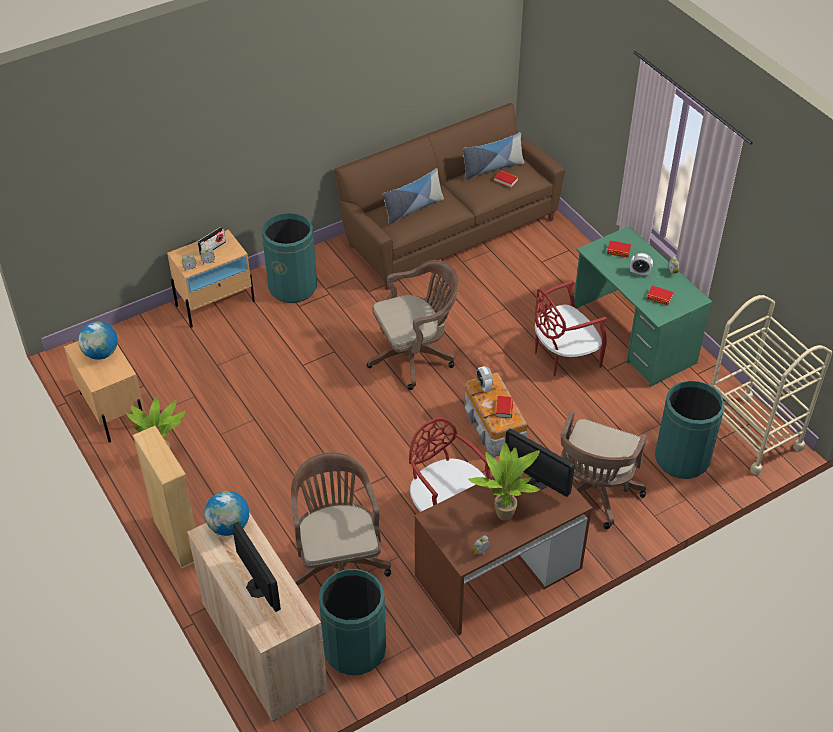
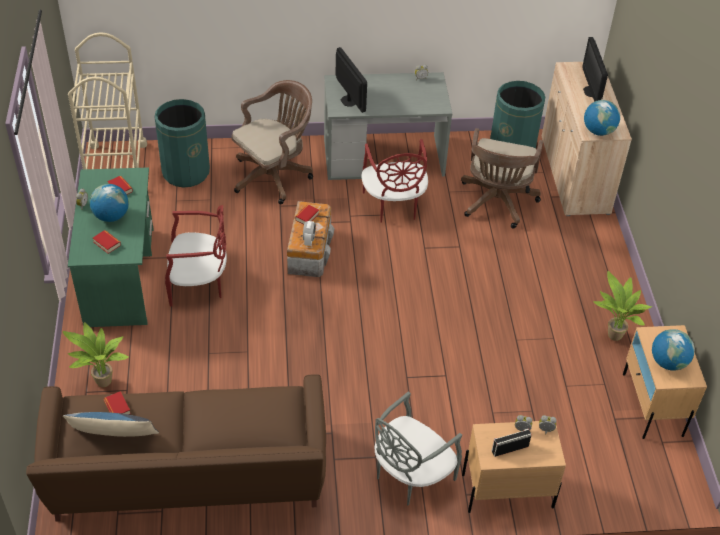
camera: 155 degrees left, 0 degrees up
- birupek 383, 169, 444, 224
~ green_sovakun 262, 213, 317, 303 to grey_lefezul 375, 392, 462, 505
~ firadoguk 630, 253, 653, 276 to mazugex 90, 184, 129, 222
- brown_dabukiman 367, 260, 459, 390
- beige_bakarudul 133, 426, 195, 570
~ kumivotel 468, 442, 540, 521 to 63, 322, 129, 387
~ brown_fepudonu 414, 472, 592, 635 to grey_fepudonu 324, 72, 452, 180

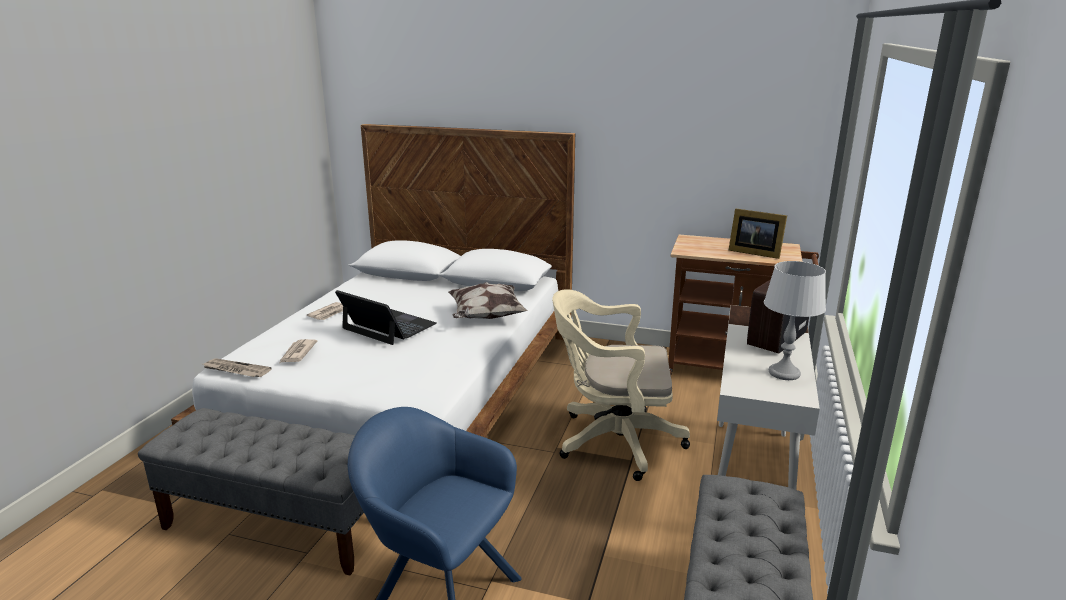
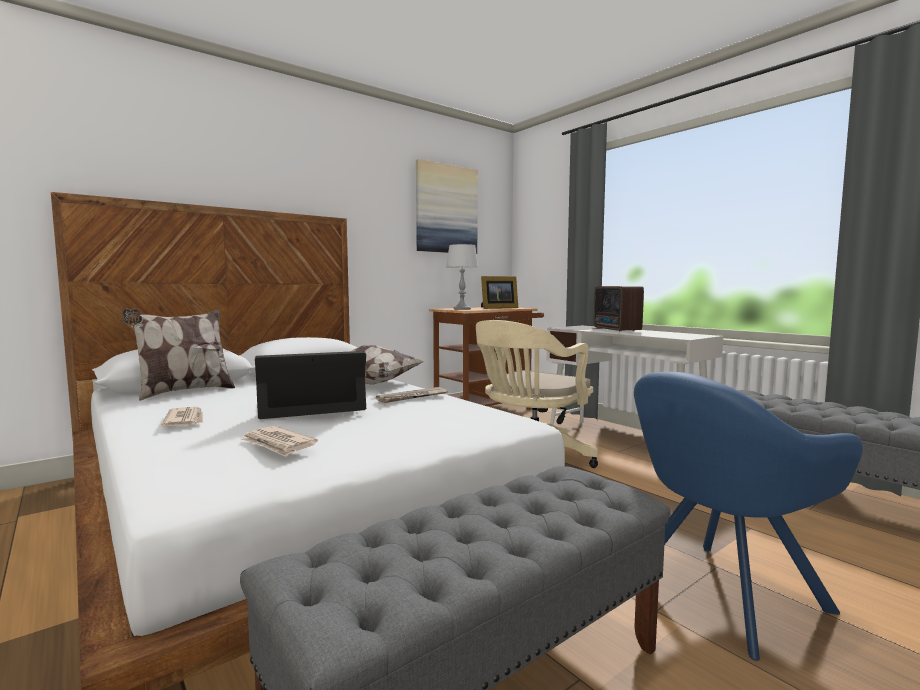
camera: 55 degrees left, 15 degrees down
~ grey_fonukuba 764, 261, 826, 380 to 446, 244, 478, 310
~ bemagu 203, 358, 272, 377 to 375, 387, 448, 403
+ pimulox 416, 159, 478, 254
+ birupek 122, 309, 235, 401

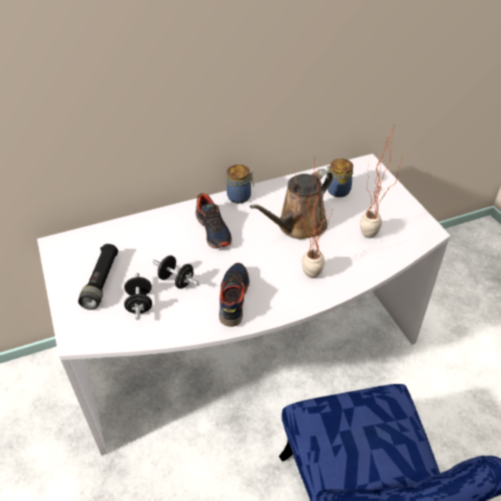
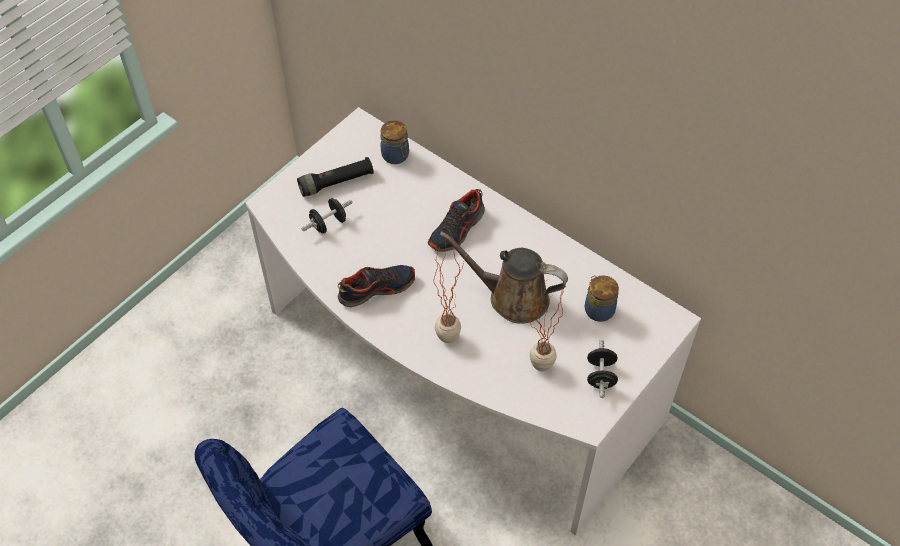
camera: 60 degrees right, 10 degrees up
~ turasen 227, 164, 254, 203 to 380, 120, 409, 164
~ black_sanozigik 152, 255, 199, 289 to 587, 340, 618, 398

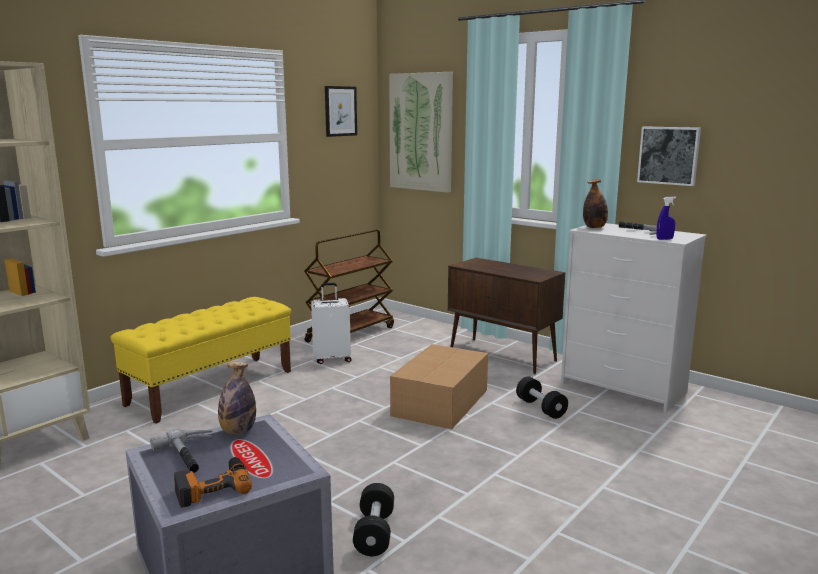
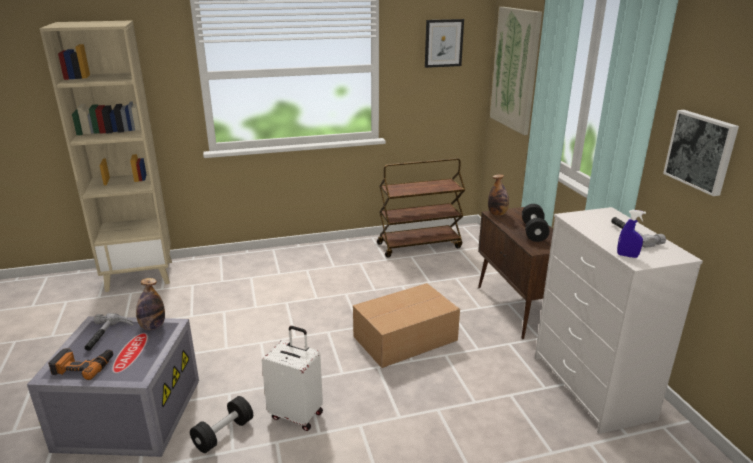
camera: 35 degrees right, 10 degrees up
~ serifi 583, 179, 608, 228 to 488, 174, 509, 216
~ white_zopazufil 311, 283, 352, 364 to 262, 326, 323, 431
- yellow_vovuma 111, 297, 291, 424
~ black_sanozigik 516, 376, 568, 419 to 522, 204, 550, 242

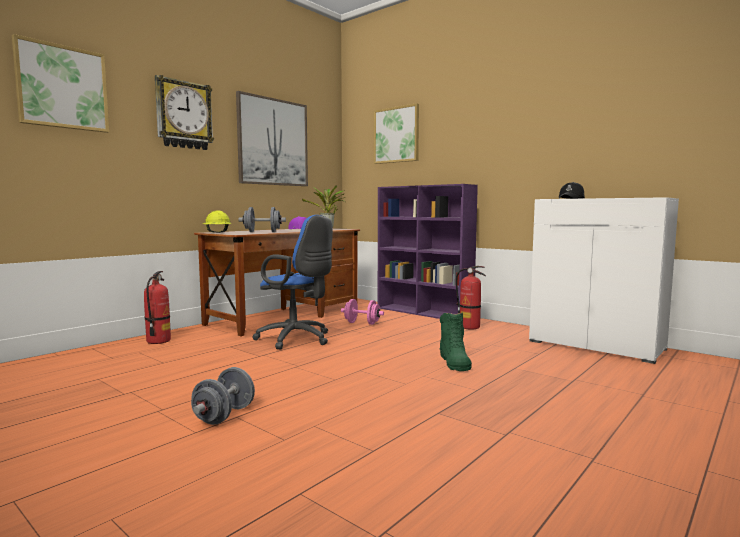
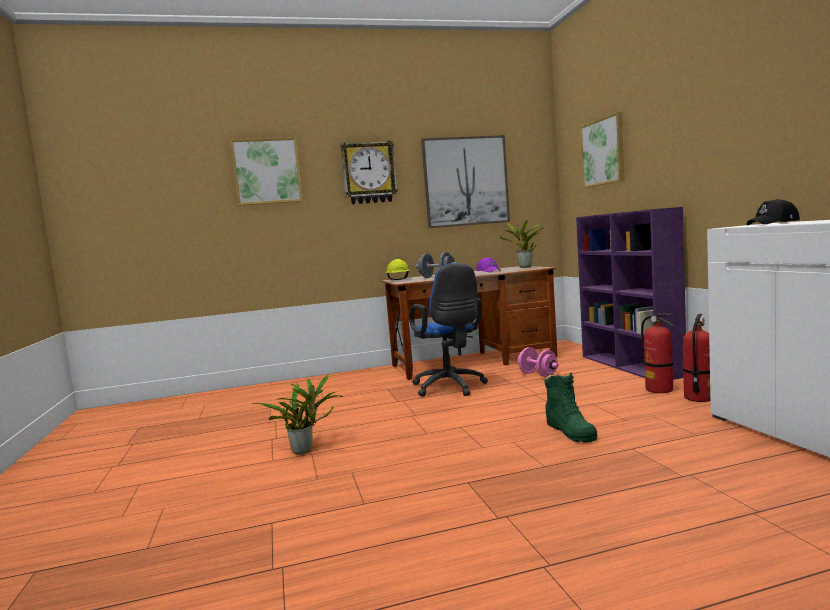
camera: 35 degrees right, 0 degrees up
~ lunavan 144, 271, 171, 344 to 683, 314, 710, 402
~ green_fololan 440, 313, 472, 371 = 544, 373, 598, 443 45 degrees counterclockwise
~ grey_sanozigik 191, 367, 255, 425 to kumivotel 253, 374, 343, 455

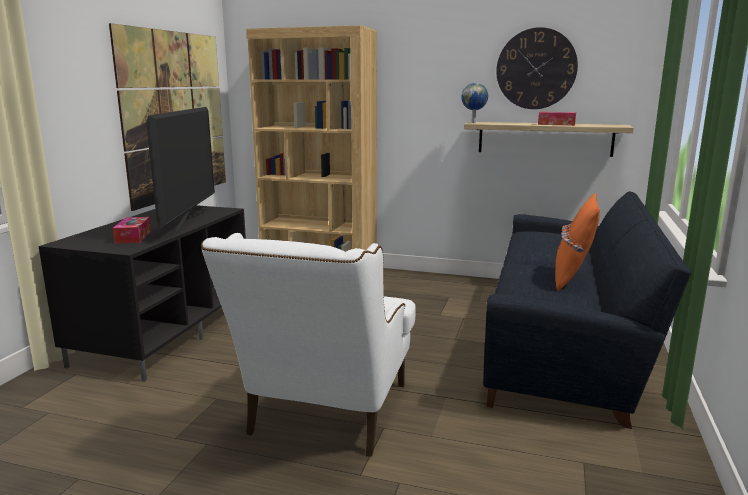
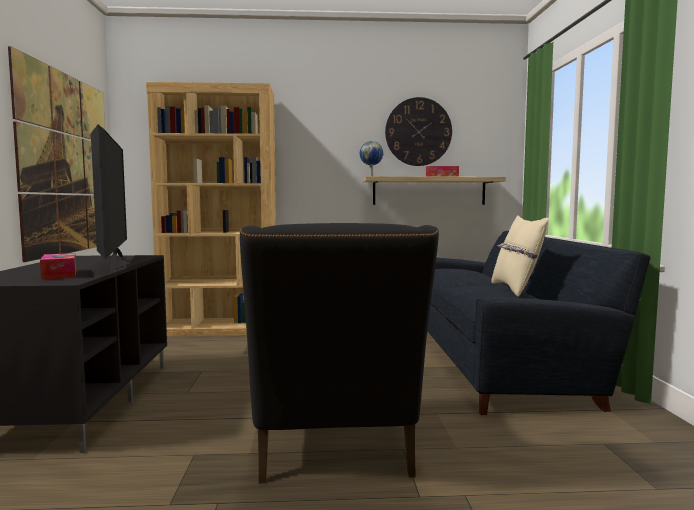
camera: 20 degrees left, 10 degrees down
~ orange_birupek 555, 193, 600, 291 to beige_birupek 491, 215, 549, 297
~ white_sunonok 201, 233, 415, 457 to black_sunonok 240, 223, 439, 483

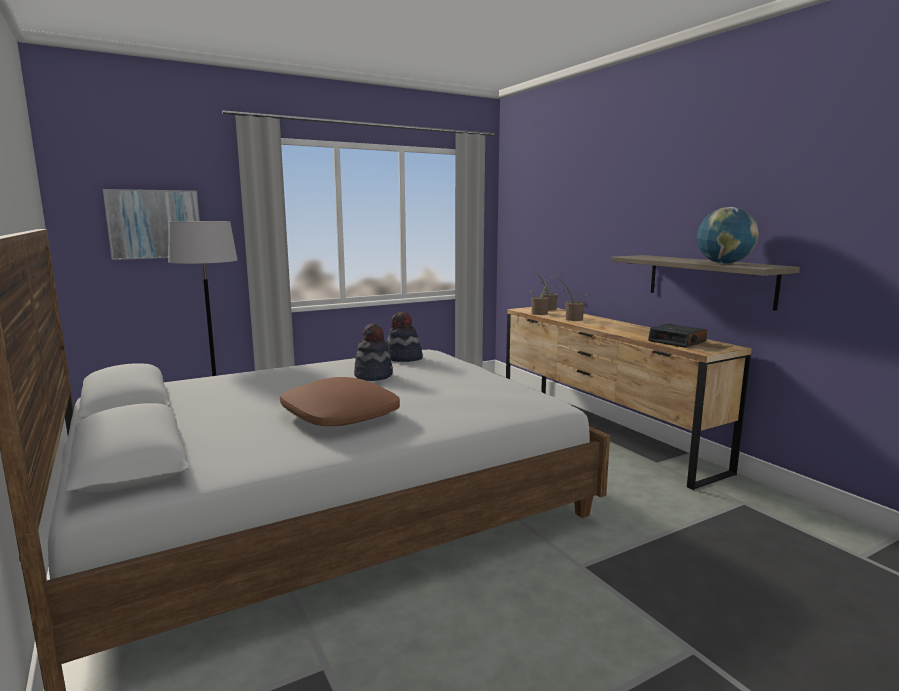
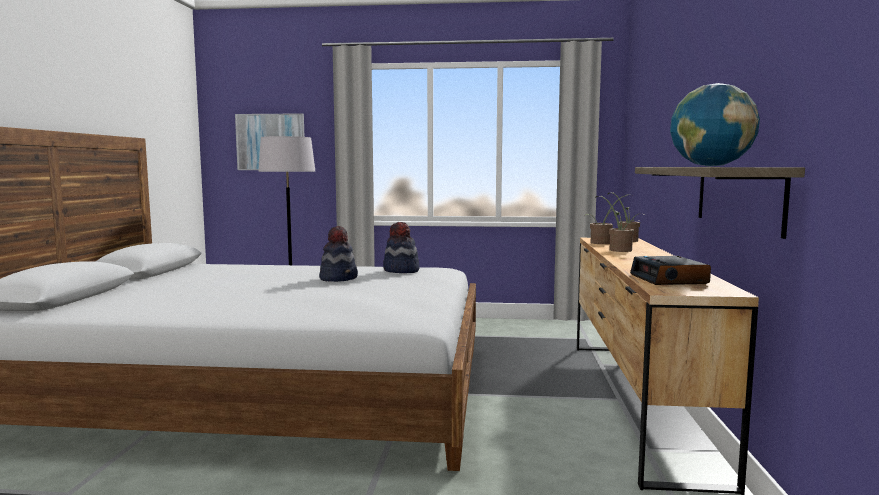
camera: 35 degrees right, 5 degrees down
- brown_birupek 280, 377, 400, 426

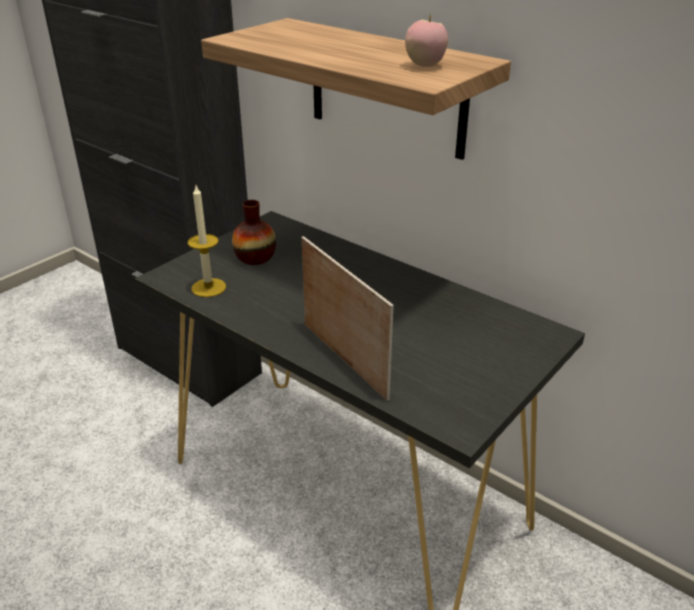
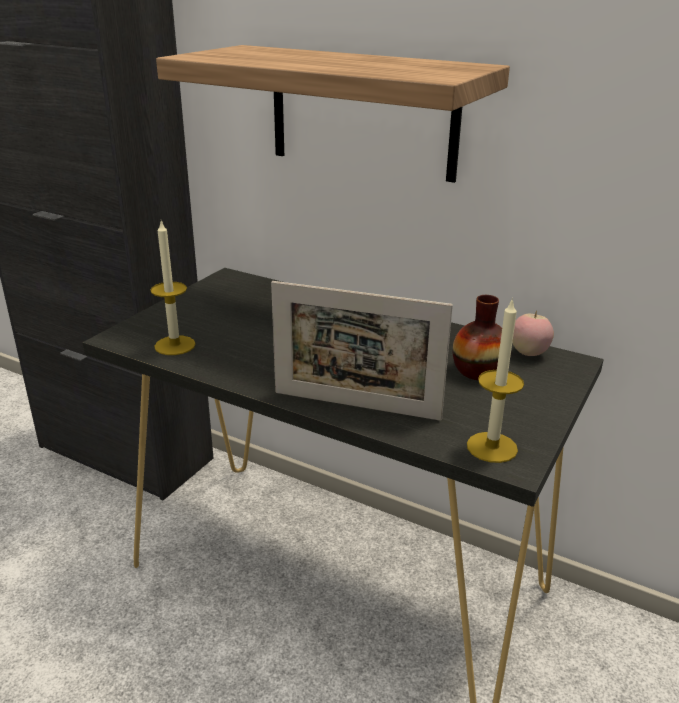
camera: 10 degrees left, 5 degrees down
~ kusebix 405, 15, 448, 67 to 512, 310, 554, 356
~ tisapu 232, 200, 276, 265 to 453, 295, 511, 381
~ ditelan 302, 236, 393, 401 = 271, 281, 453, 421 150 degrees clockwise
+ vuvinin 467, 298, 524, 463

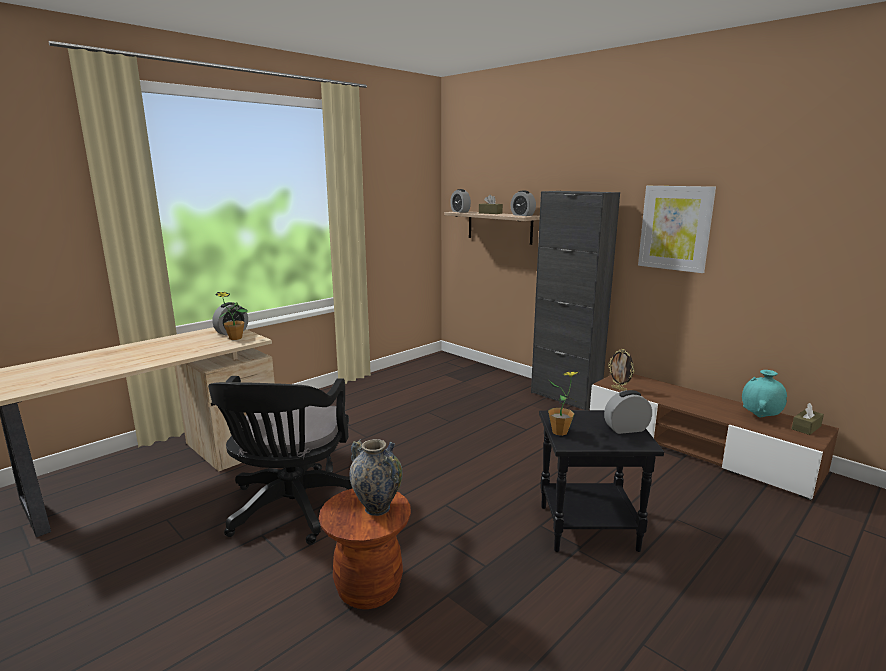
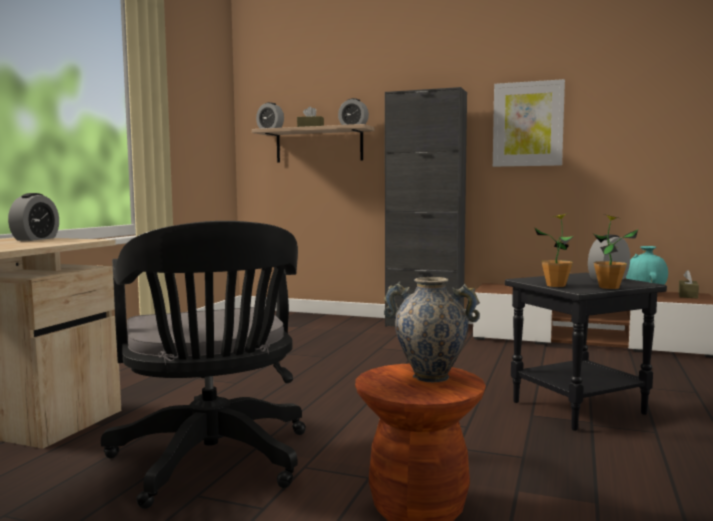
camera: 25 degrees left, 10 degrees down
~ kumivotel 215, 292, 248, 340 to 593, 214, 638, 289
- ditelan 608, 349, 635, 391

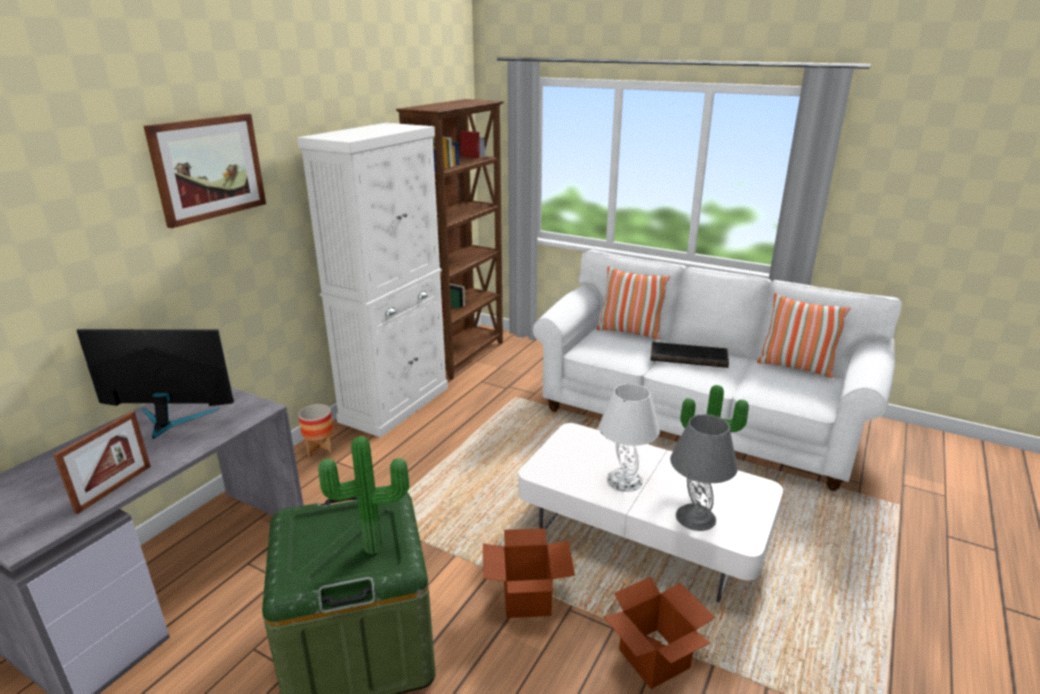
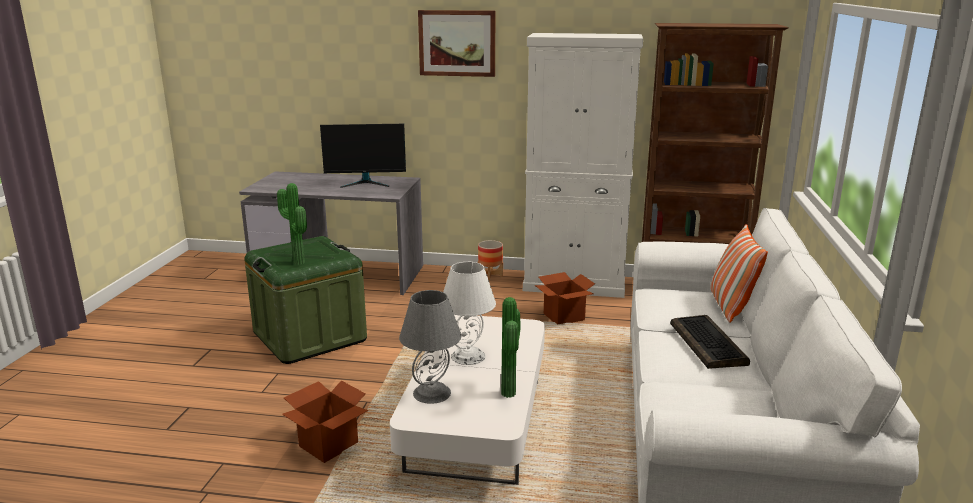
camera: 70 degrees right, 5 degrees down
- birupek 757, 293, 850, 378
~ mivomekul 76, 329, 234, 439 = 320, 124, 406, 188 105 degrees clockwise
- ditelan 53, 411, 151, 514
~ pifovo 483, 528, 575, 618 to 535, 272, 595, 325

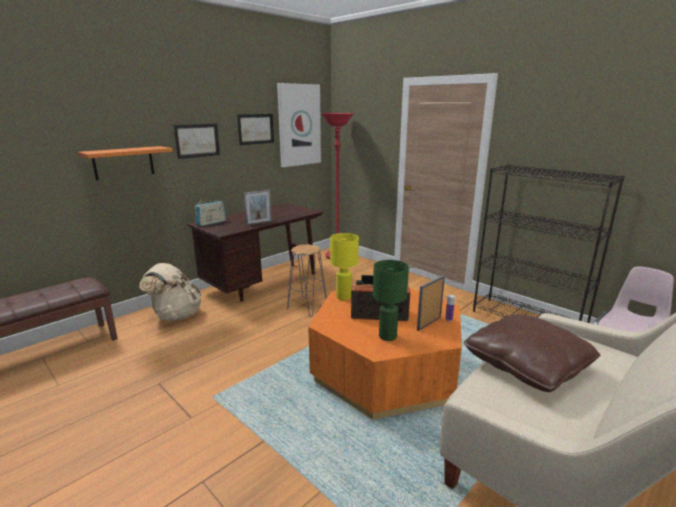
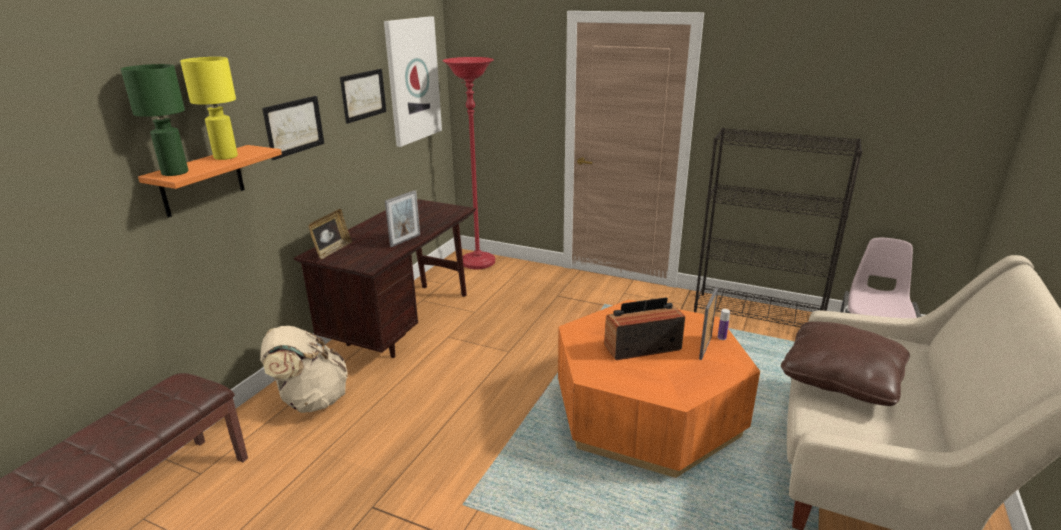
camera: 20 degrees left, 5 degrees up
~ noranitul 195, 200, 226, 226 to ditelan 308, 209, 352, 259
~ yellow_fonukuba 330, 233, 359, 300 to 180, 57, 238, 160
- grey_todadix 287, 244, 327, 317
~ green_fonukuba 373, 260, 409, 341 to 121, 64, 188, 176

